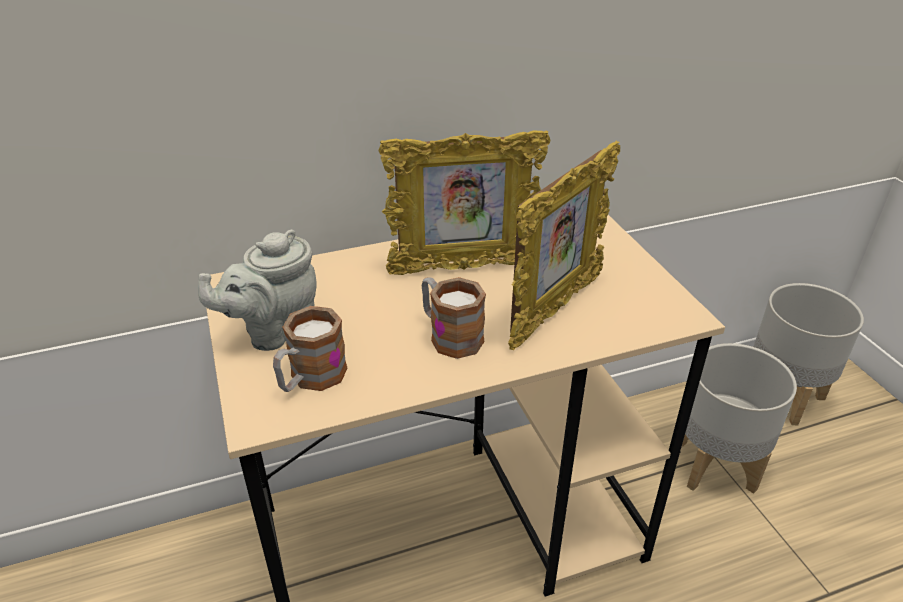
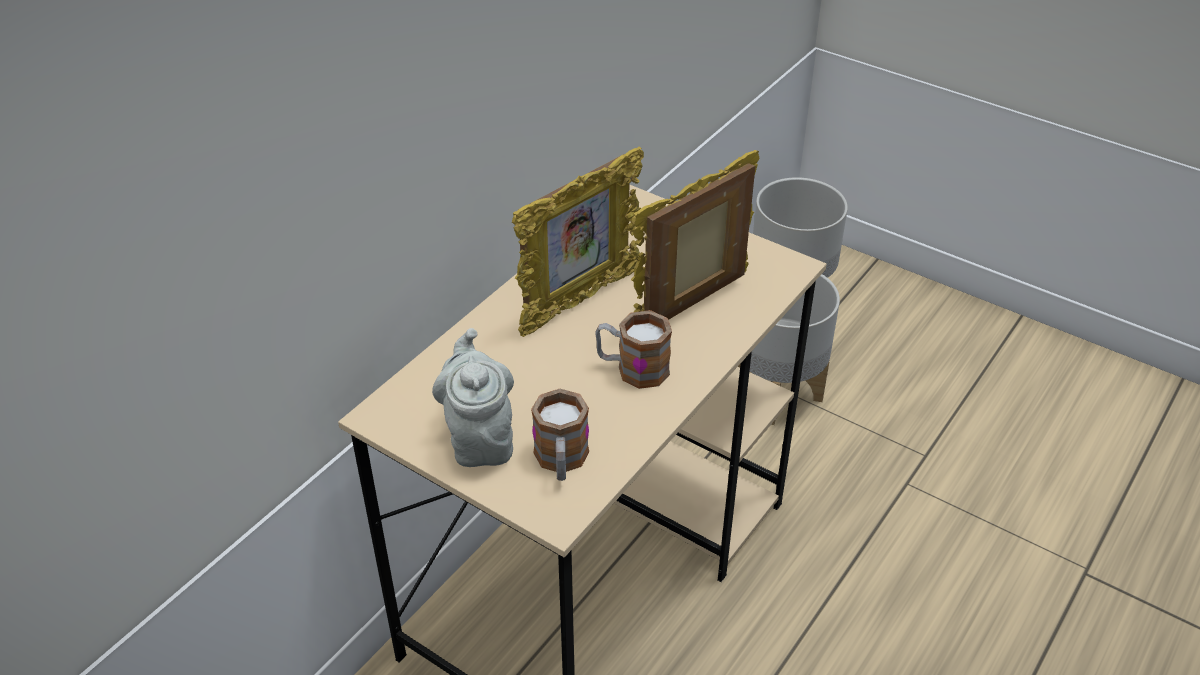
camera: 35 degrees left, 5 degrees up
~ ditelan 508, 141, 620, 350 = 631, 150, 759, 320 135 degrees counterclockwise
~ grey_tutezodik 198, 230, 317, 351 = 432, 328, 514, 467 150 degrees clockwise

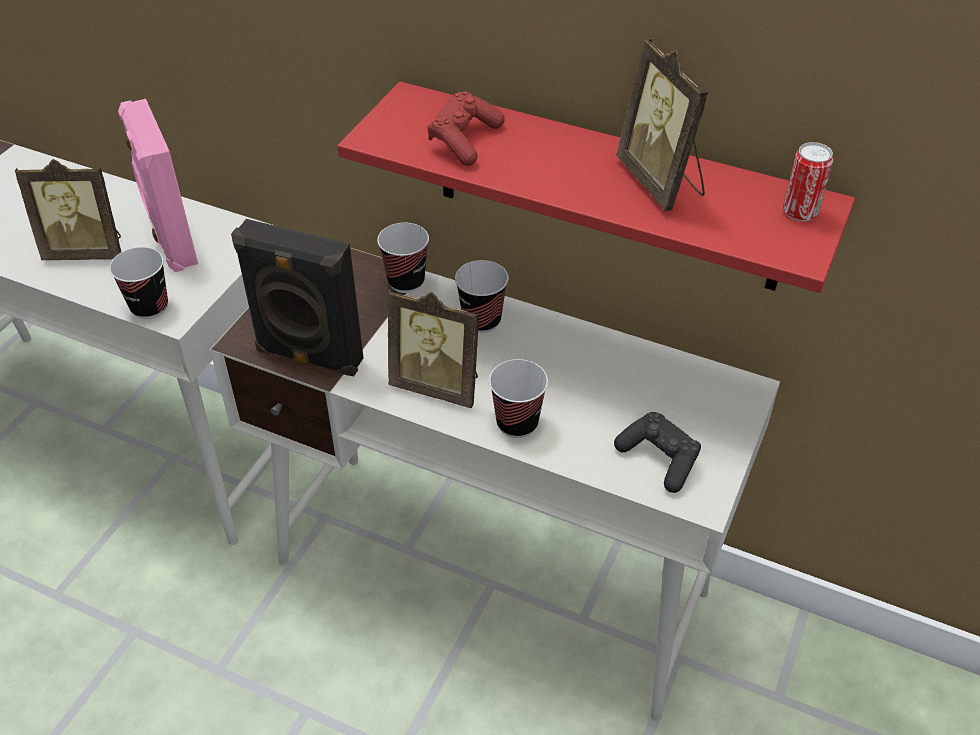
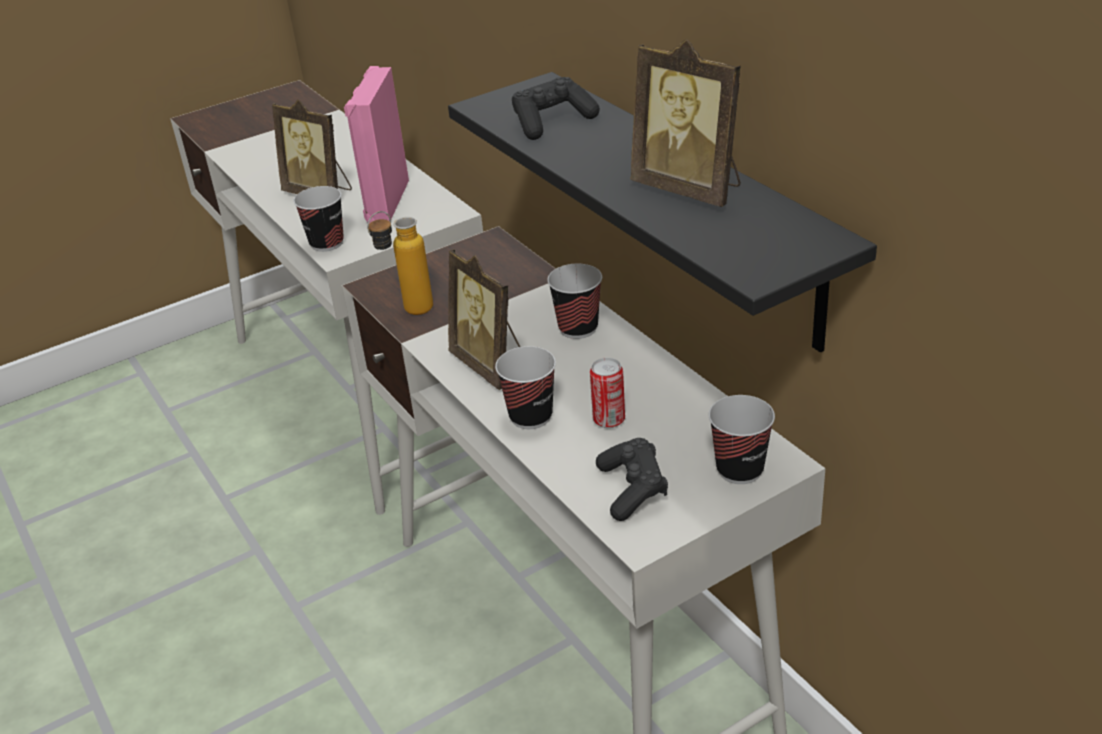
camera: 35 degrees right, 10 degrees down
~ ditelan 616, 39, 708, 211 = 630, 39, 741, 207 60 degrees counterclockwise
~ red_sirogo 337, 81, 855, 293 to black_sirogo 448, 72, 877, 353
~ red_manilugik 427, 92, 505, 166 to black_manilugik 512, 77, 600, 140
~ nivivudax 783, 142, 833, 221 to 590, 358, 625, 428
~ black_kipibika 231, 219, 364, 376 to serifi 367, 211, 433, 315
~ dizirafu 377, 223, 429, 293 to 709, 395, 775, 484

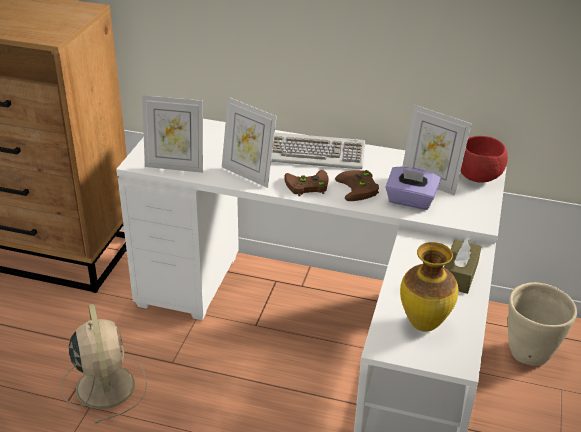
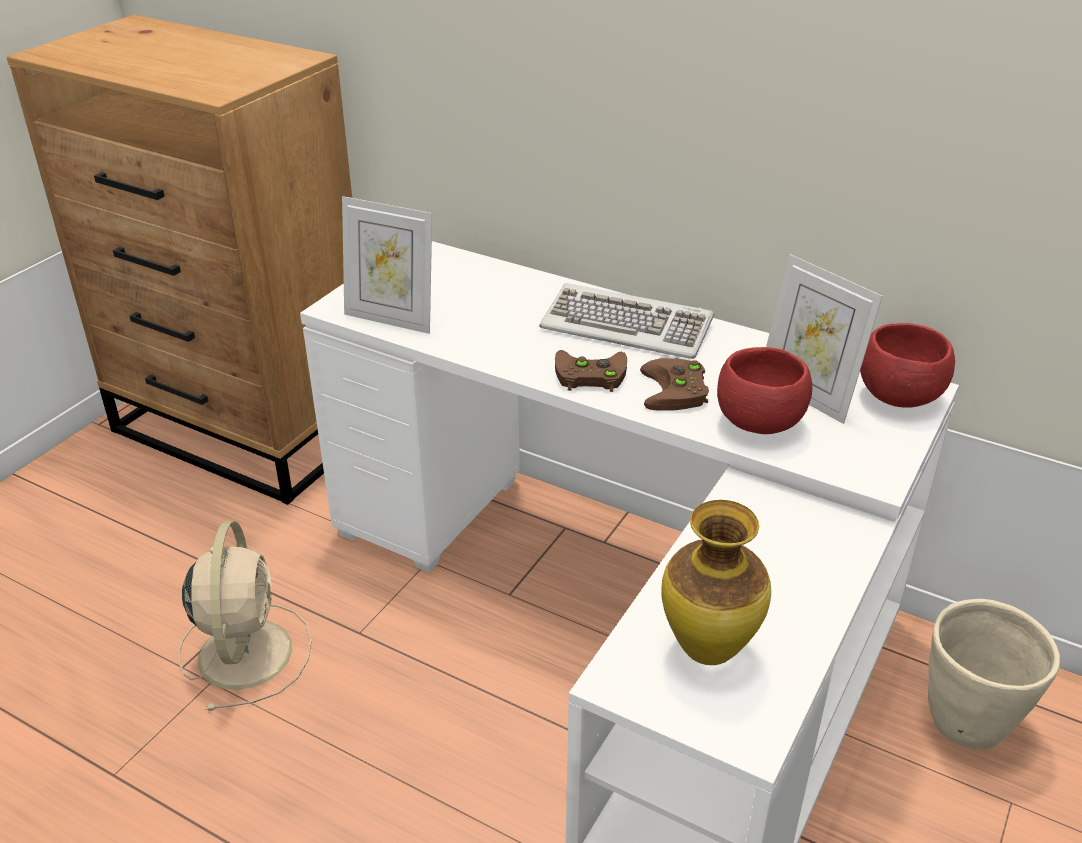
camera: 15 degrees right, 0 degrees up
- ditelan 222, 97, 277, 188
~ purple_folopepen 385, 167, 441, 210 to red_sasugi 717, 347, 813, 434
- brown_folopepen 444, 237, 482, 294

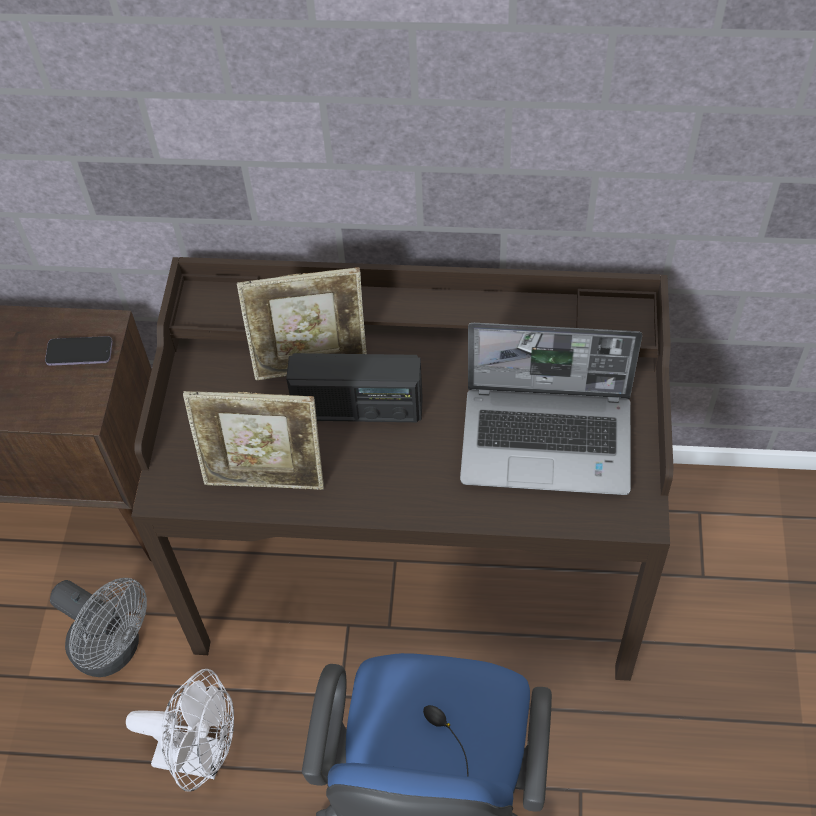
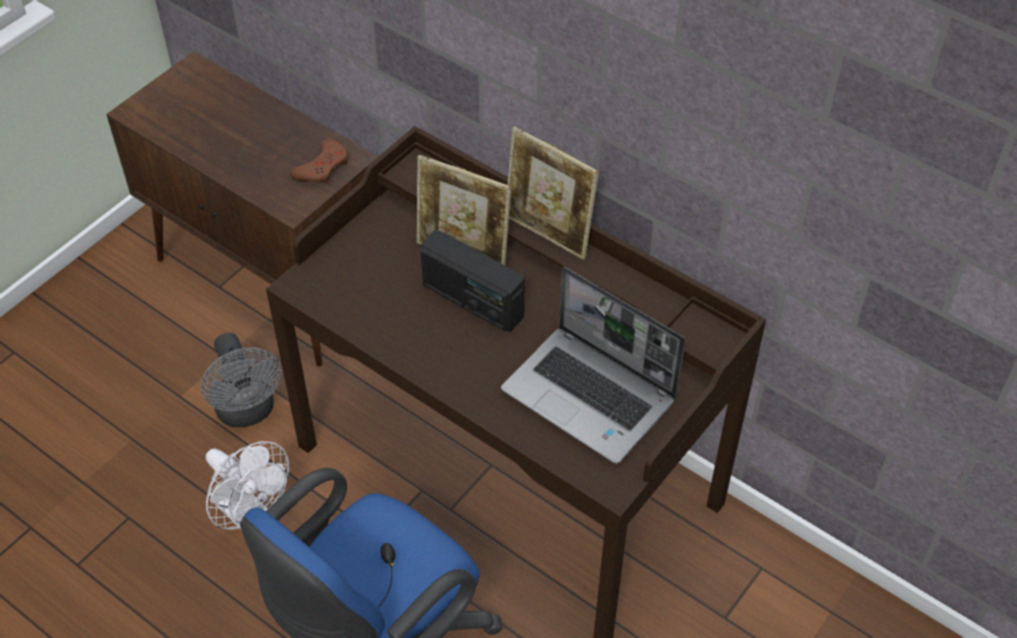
camera: 30 degrees right, 5 degrees down
~ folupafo 45, 336, 113, 366 to brown_manilugik 290, 139, 348, 184
~ ditelan 183, 391, 324, 490 to 507, 127, 599, 260

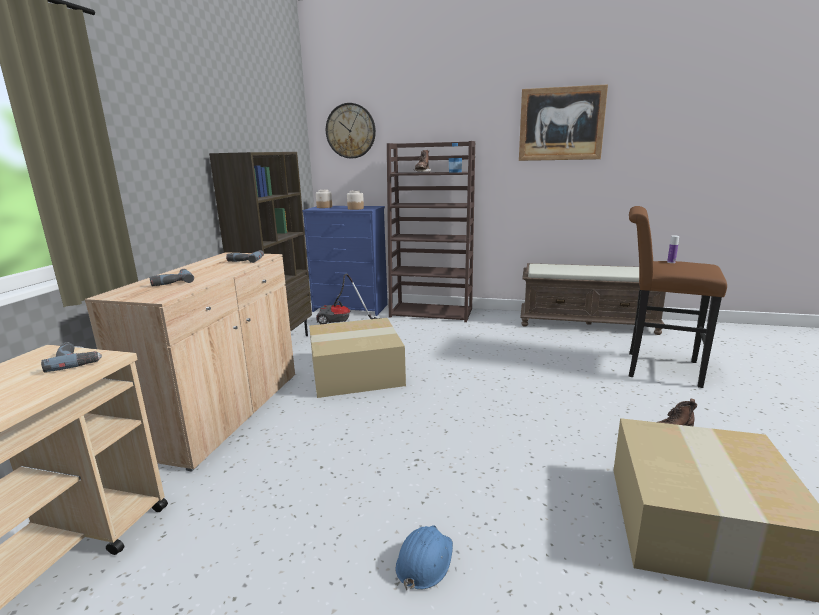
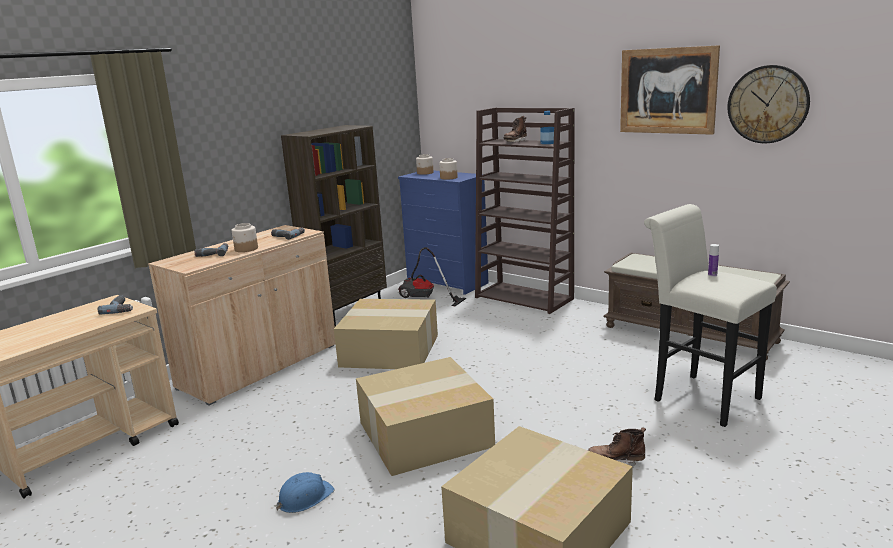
camera: 25 degrees right, 0 degrees up
~ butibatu 326, 103, 376, 158 to 727, 65, 810, 143
~ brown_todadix 629, 206, 727, 388 to white_todadix 644, 204, 777, 427
+ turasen 232, 223, 258, 252
+ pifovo 356, 357, 495, 476

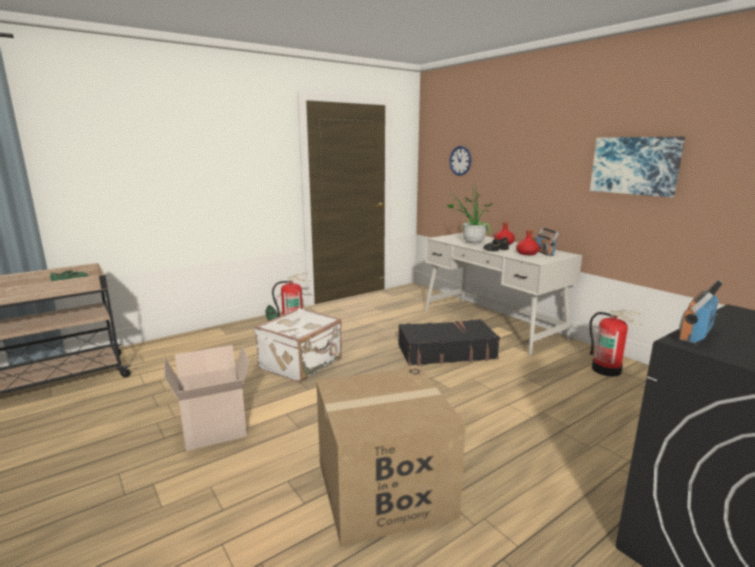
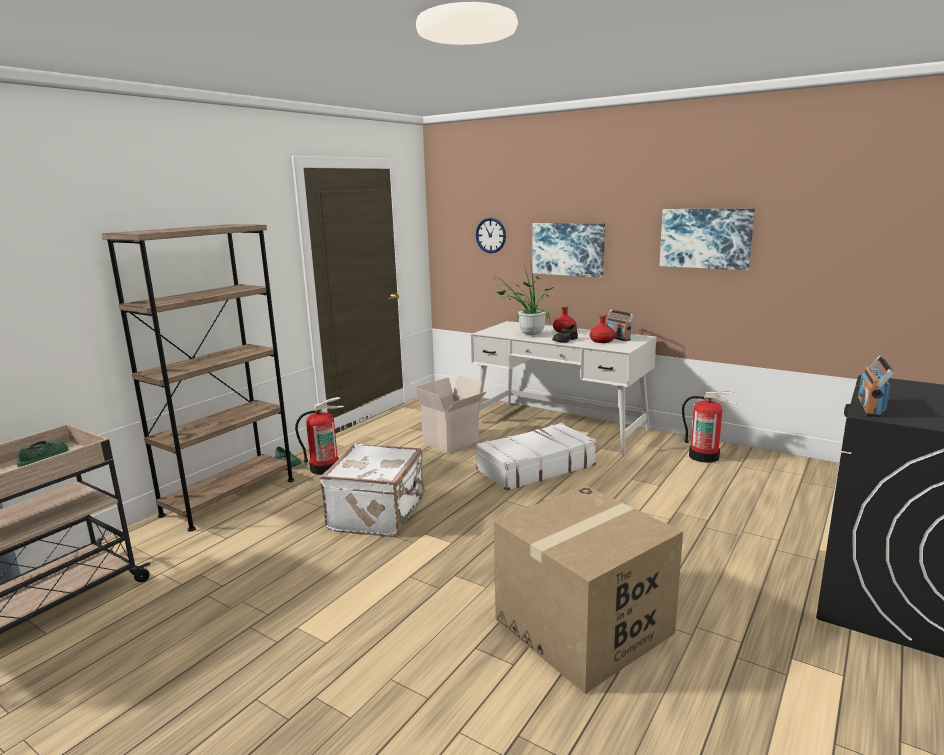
camera: 20 degrees left, 0 degrees up
~ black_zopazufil 398, 319, 500, 366 to white_zopazufil 476, 423, 596, 491
~ pifovo 164, 344, 250, 451 to 415, 375, 487, 453
+ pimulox 532, 223, 605, 277
+ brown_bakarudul 102, 224, 294, 531

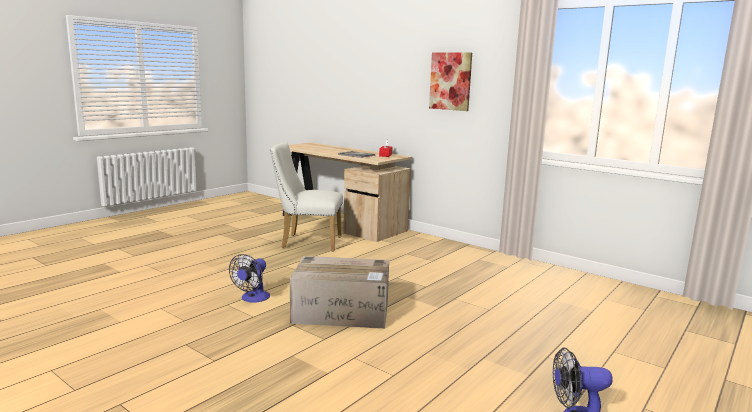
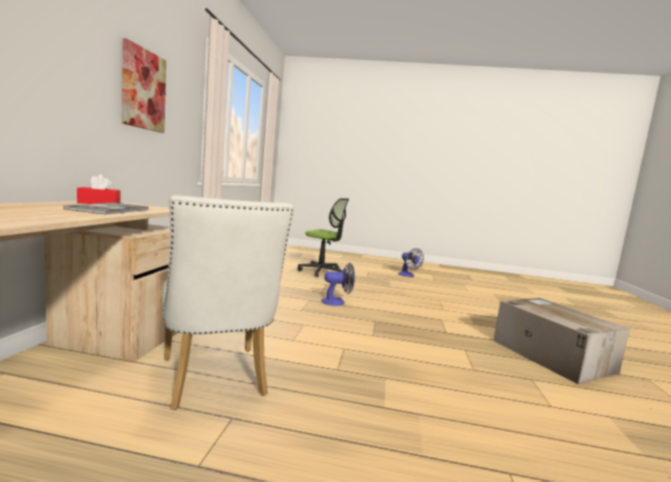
camera: 120 degrees left, 5 degrees down
~ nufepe 229, 254, 270, 302 to 321, 263, 355, 306
~ pifovo 290, 256, 389, 329 to 493, 298, 630, 384
+ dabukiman 298, 198, 349, 278

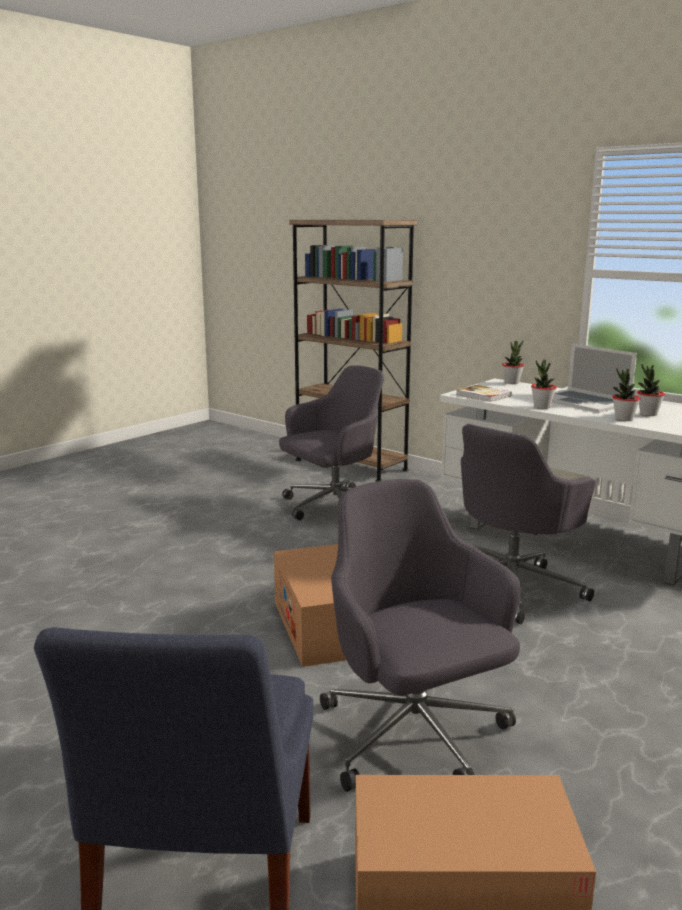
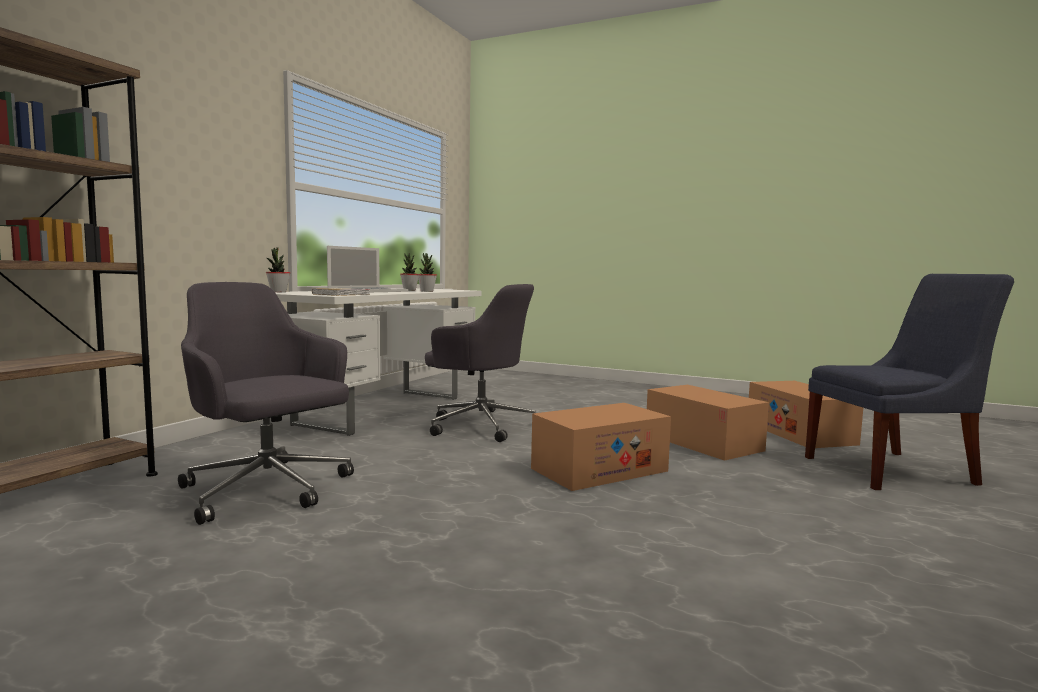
camera: 105 degrees left, 10 degrees down
- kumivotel 531, 360, 557, 409
~ grey_dabukiman 320, 479, 520, 792 to pifovo 647, 385, 769, 461

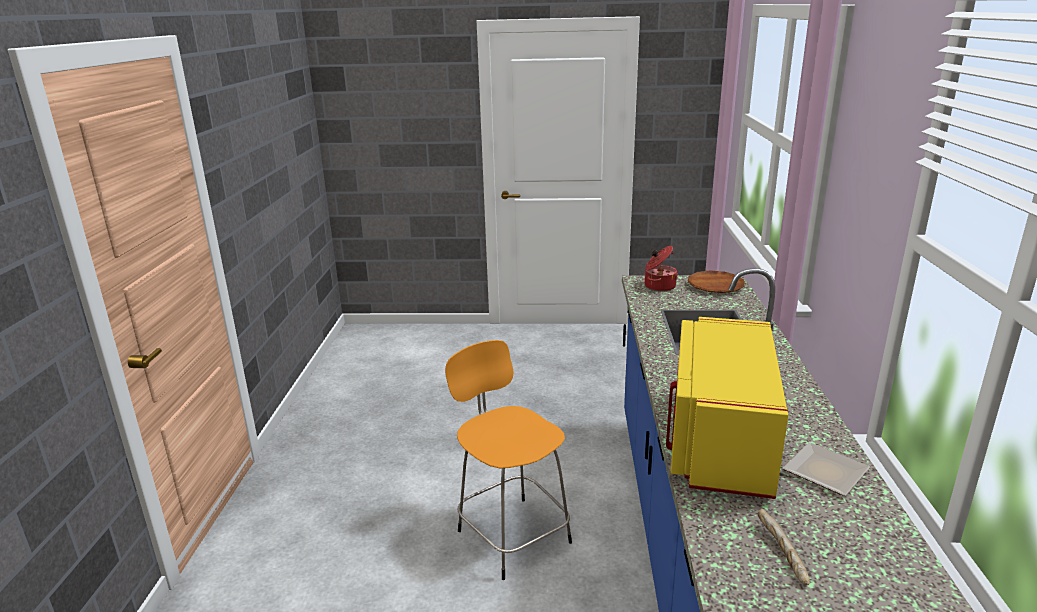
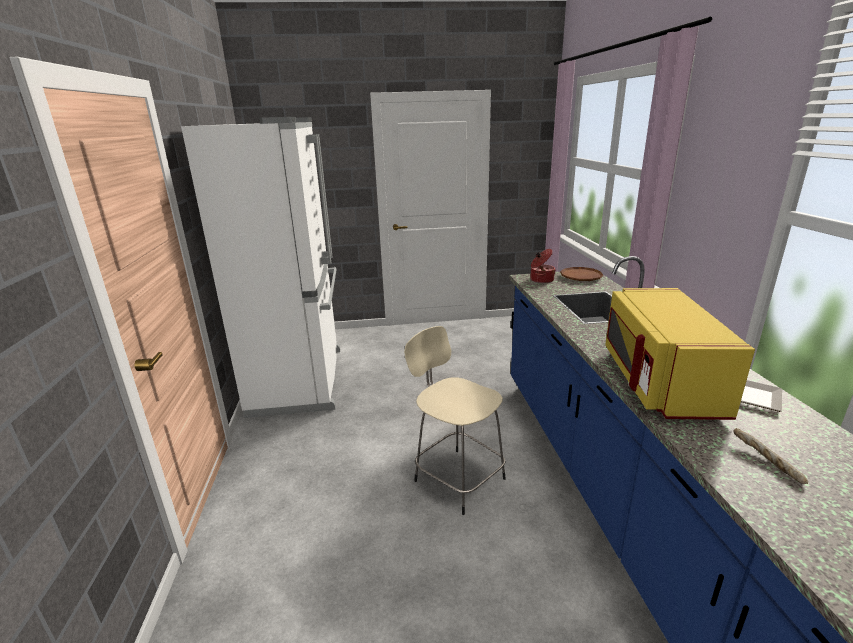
camera: 10 degrees left, 0 degrees up
~ orange_todadix 445, 340, 572, 580 to beige_todadix 404, 326, 506, 515
+ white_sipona 181, 117, 340, 418

